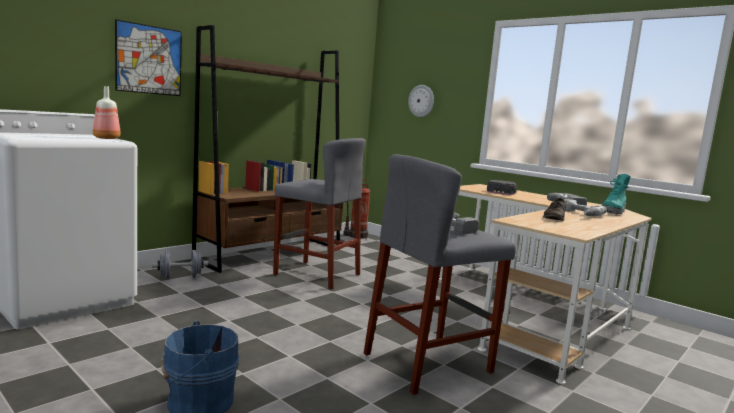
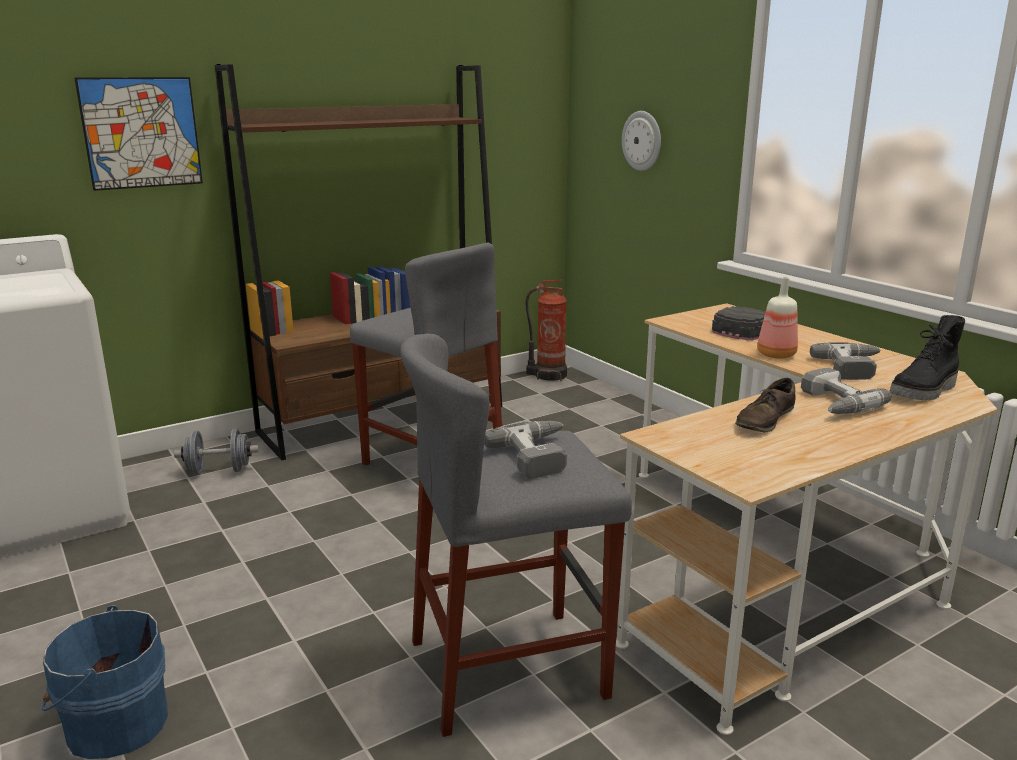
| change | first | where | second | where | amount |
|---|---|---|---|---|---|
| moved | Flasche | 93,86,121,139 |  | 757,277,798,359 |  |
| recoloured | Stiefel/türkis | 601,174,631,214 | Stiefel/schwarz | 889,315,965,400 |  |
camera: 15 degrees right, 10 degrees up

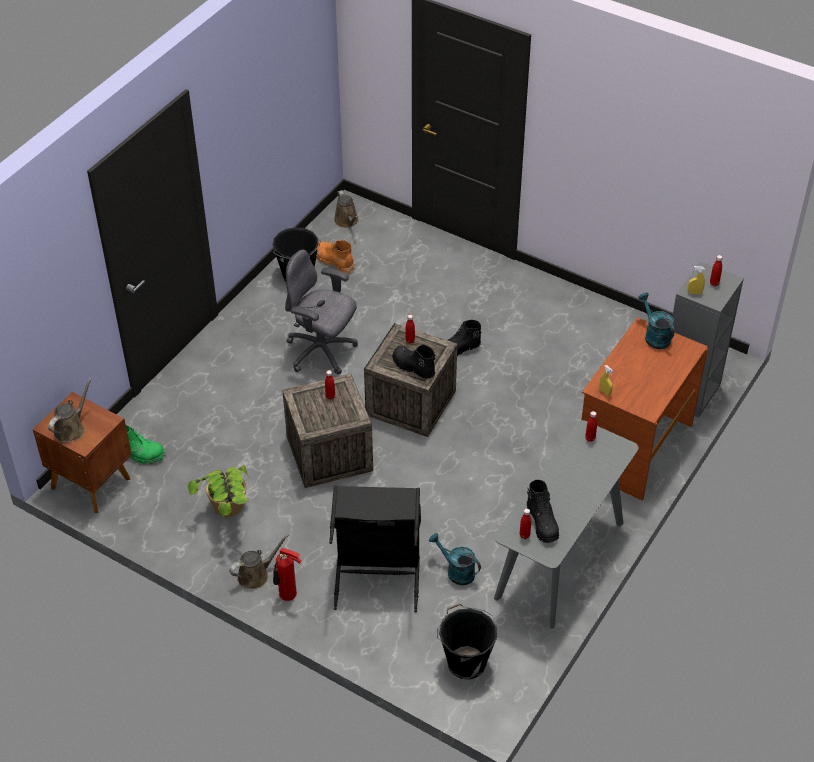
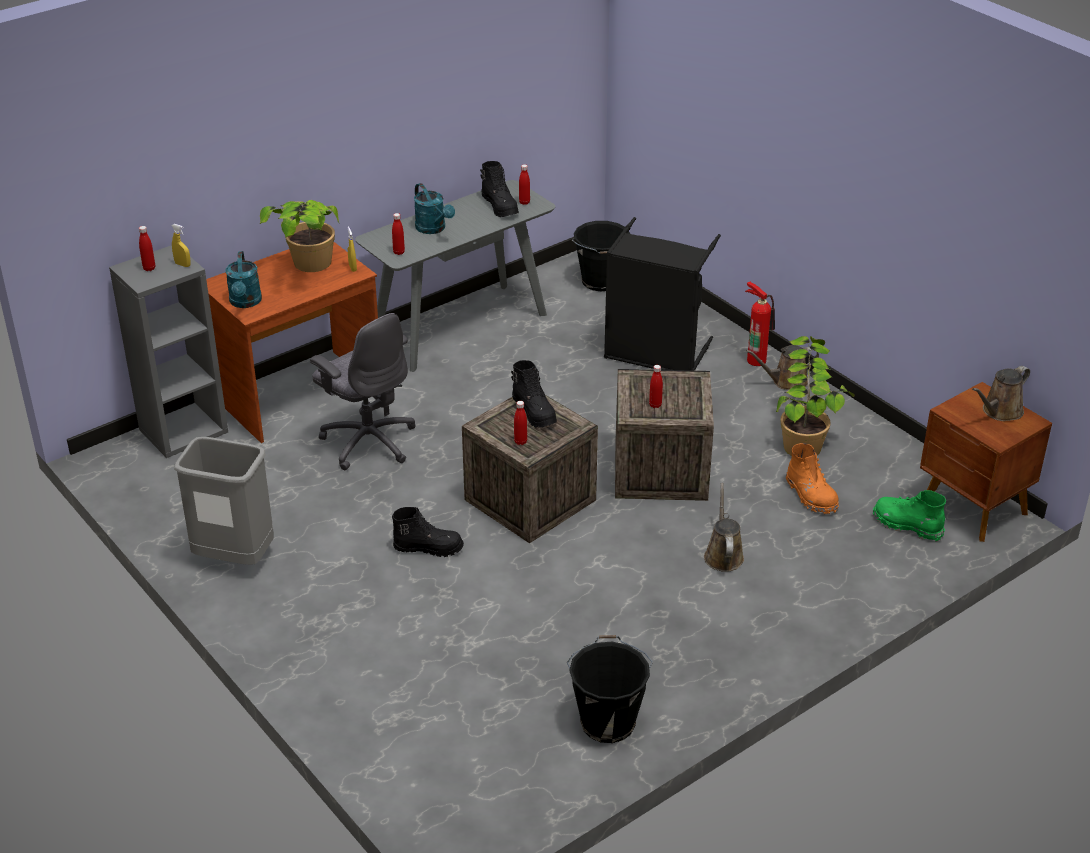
| change | first | where | second | where | amount |
|---|---|---|---|---|---|
| added |  |  | Mülleimer/grau | 174,437,274,565 |  |
| added |  |  | Topfpflanze | 260,200,339,272 |  |
| moved | Bürostuhl/grau | 285,250,358,375 |  | 310,313,416,470 |  |
| moved | Gießkanne/türkis | 429,533,481,585 |  | 414,183,455,234 |  |
| turned | Stiefel/schwarz | 527,480,559,543 |  | 480,161,519,217 | 150 degrees clockwise |
| moved | Gießkanne/braun | 334,190,359,228 |  | 704,483,744,572 |  |
| moved | Stiefel/orange | 316,240,354,274 |  | 786,443,839,515 |  |
camera: 160 degrees left, 10 degrees down

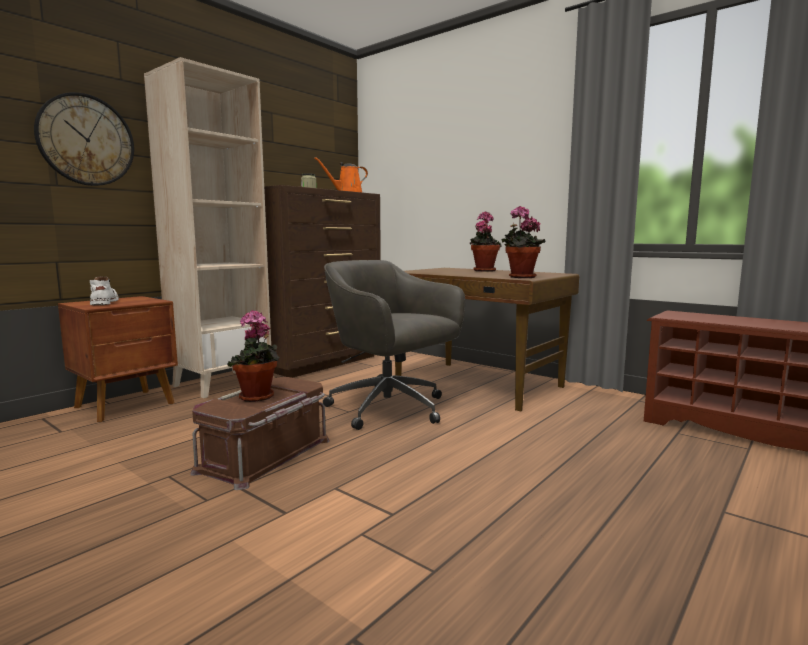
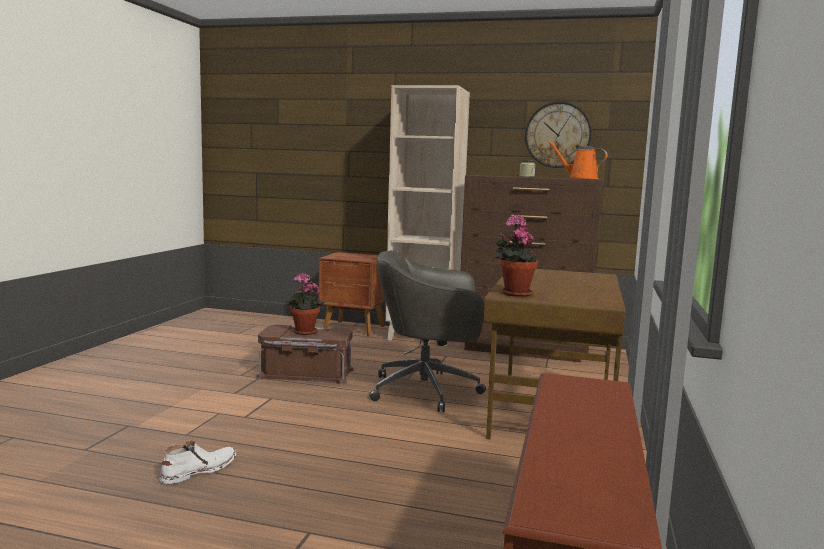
| change | first | where | second | where | amount |
|---|---|---|---|---|---|
| moved | Stiefel/weiß | 90,276,119,305 |  | 159,441,236,484 |  |
| turned | Bürostuhl/grau | 323,260,465,430 |  | 369,251,486,412 | 105 degrees counterclockwise |
| moved | Wanduhr | 34,92,134,186 |  | 525,102,592,168 |  |
| removed | Topfpflanze | 470,211,502,272 |  |  |  |
camera: 65 degrees right, 0 degrees up

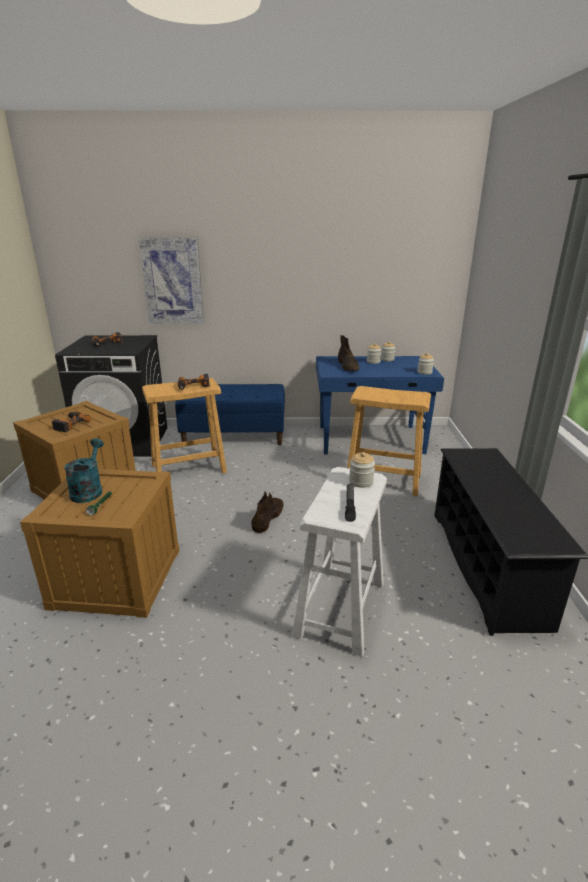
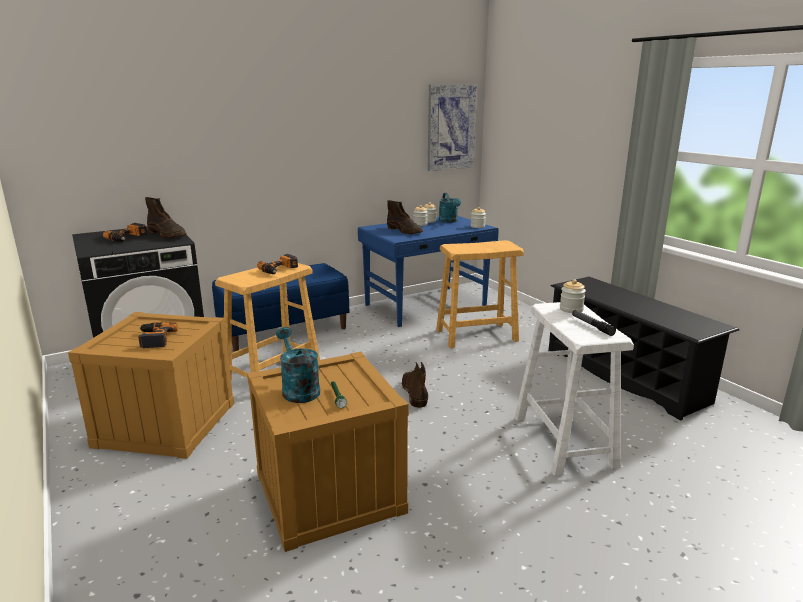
| change | first | where | second | where | amount |
|---|---|---|---|---|---|
| added |  |  | Stiefel/braun | 145,197,186,238 |  |
| moved | Bild | 139,237,204,324 |  | 428,84,477,171 |  |
| added |  |  | Gießkanne/türkis | 439,193,461,223 |  |
camera: 30 degrees left, 5 degrees down

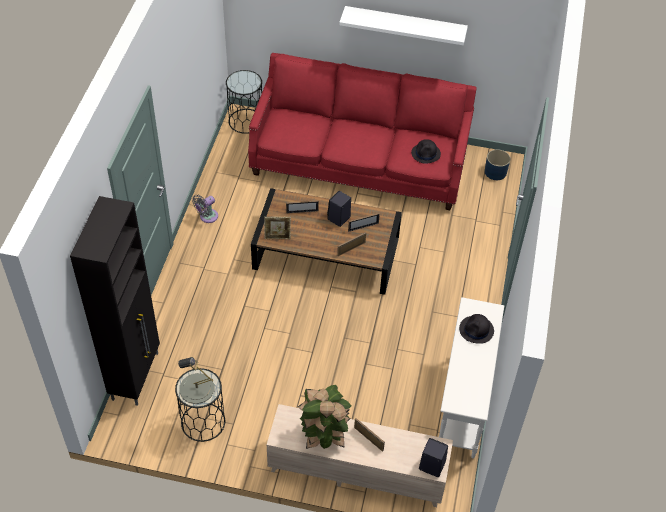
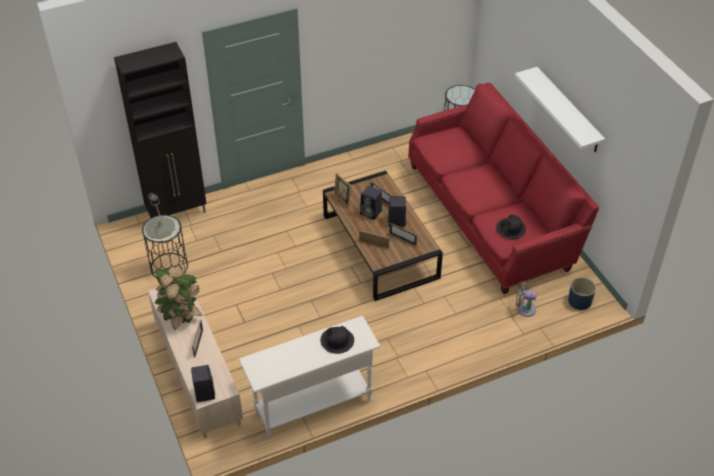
| change | first | where | second | where | amount |
|---|---|---|---|---|---|
| added |  |  | Lautsprecher/schwarz | 360,186,382,220 |  |
| moved | Ventilator/grau | 192,195,218,223 |  | 516,281,537,317 |  |
camera: 55 degrees right, 5 degrees down

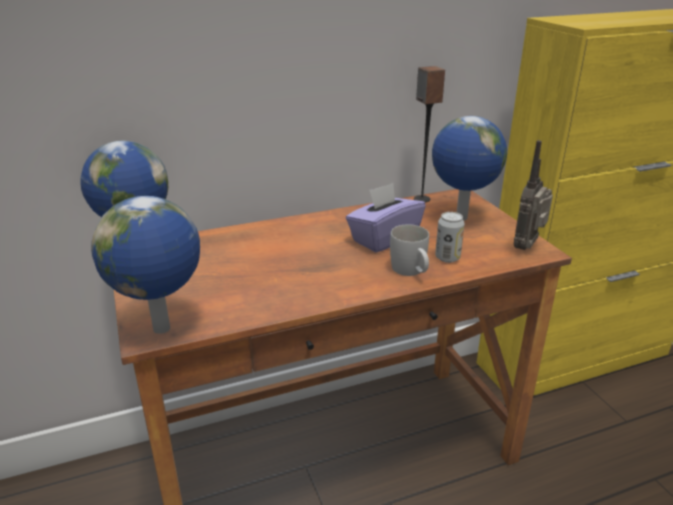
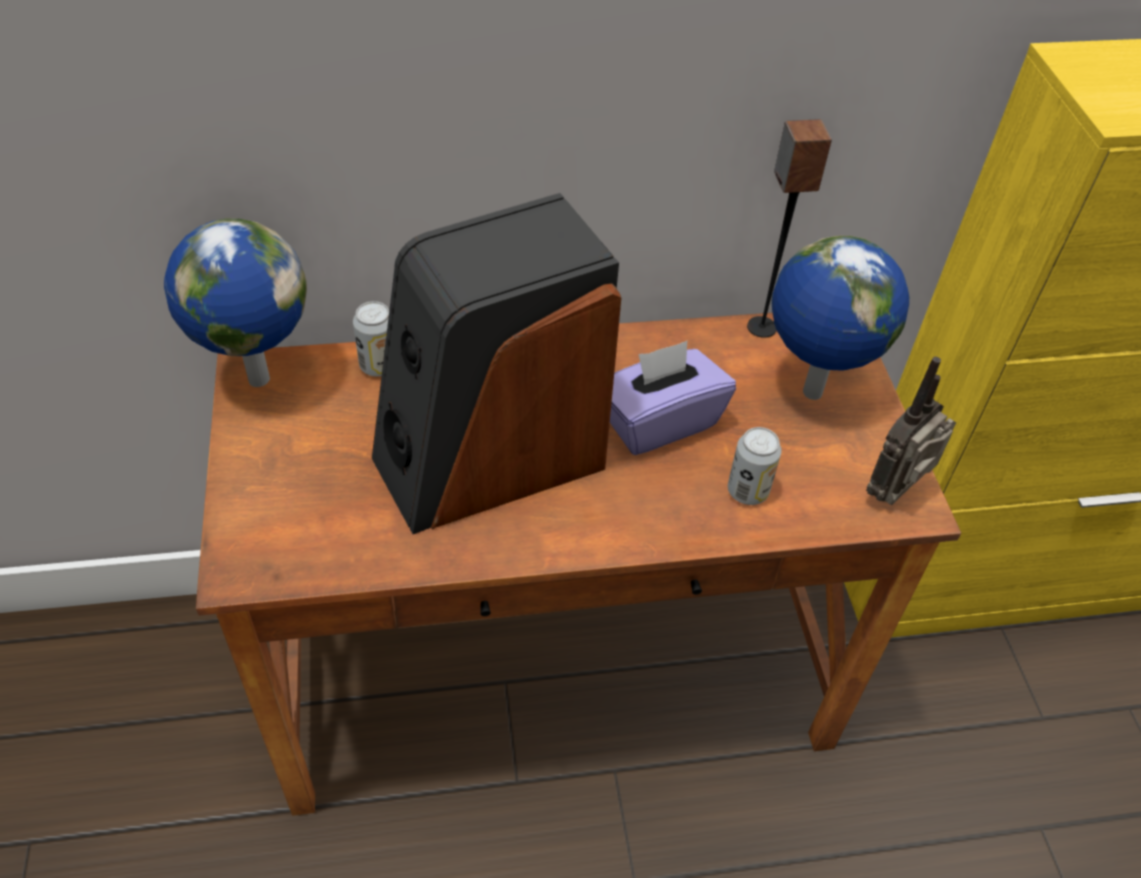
| change | first | where | second | where | amount |
|---|---|---|---|---|---|
| added |  |  | Dose | 353,301,389,377 |  |
| added |  |  | Lautsprecher | 372,193,621,534 |  |
| removed | Globus | 91,196,200,334 |  |  |  |
| removed | Henkelbecher/weiß | 390,224,429,276 |  |  |  |
camera: 10 degrees right, 20 degrees up

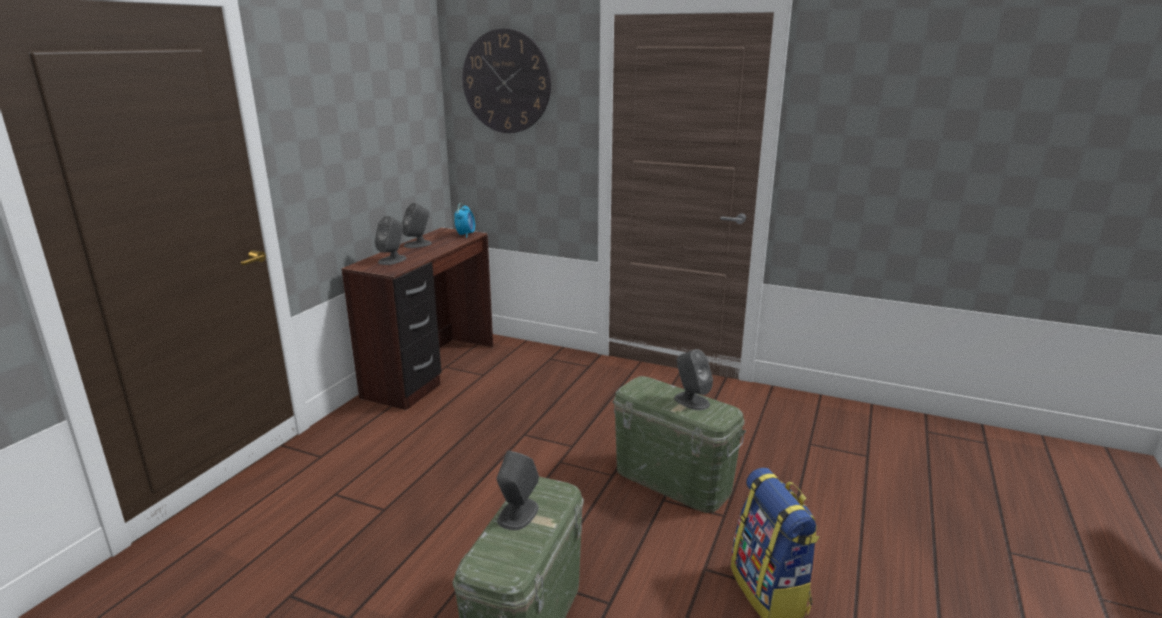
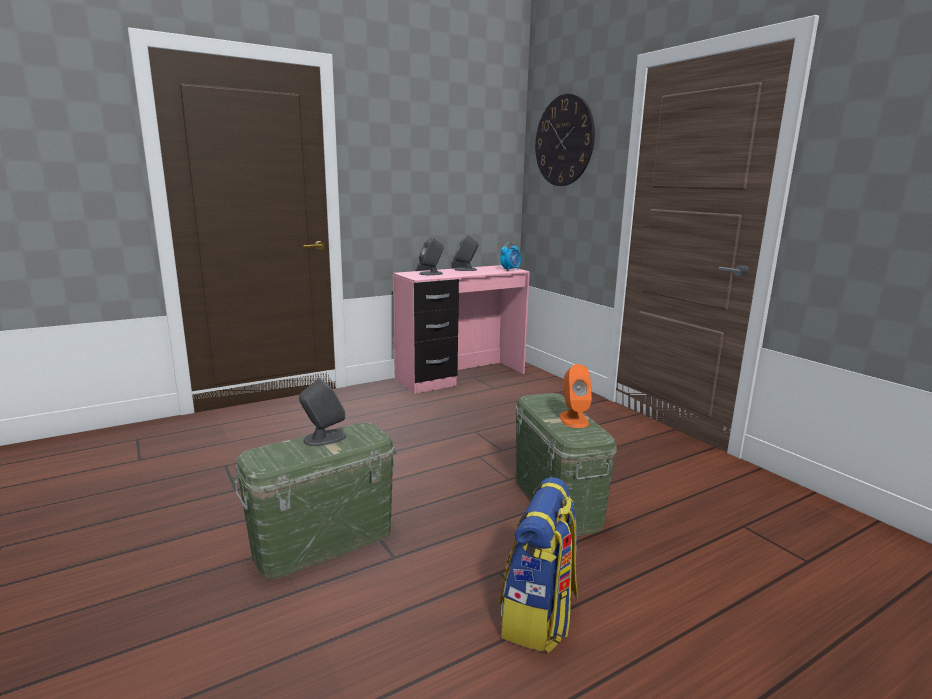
| change | first | where | second | where | amount |
|---|---|---|---|---|---|
| recoloured | Schreibtisch/braun | 342,227,493,410 | Schreibtisch/rosa | 393,265,530,394 |  |
| recoloured | Lautsprecher/grau | 674,349,713,410 | Lautsprecher/orange | 559,364,592,428 |  |
camera: 35 degrees right, 5 degrees down

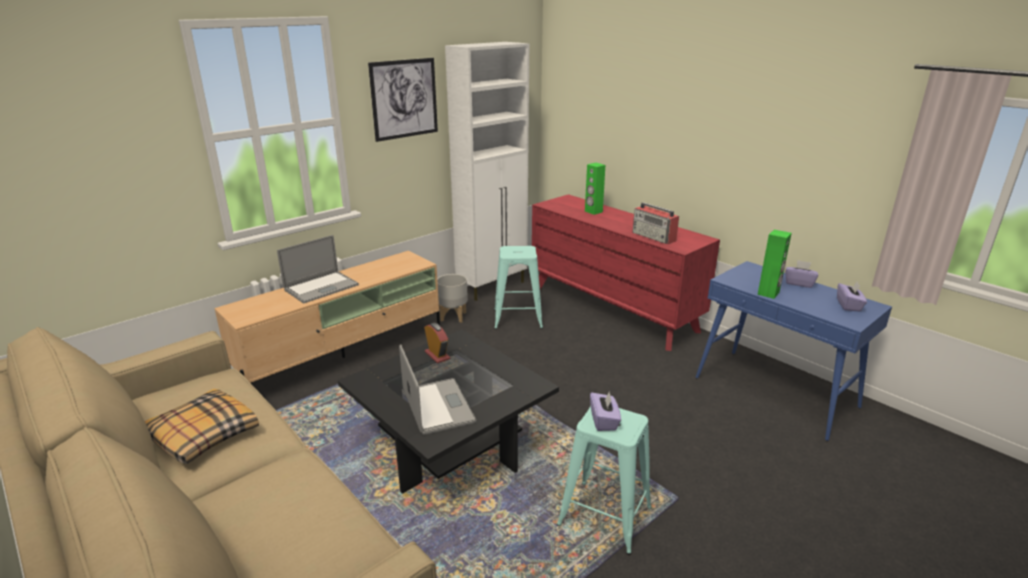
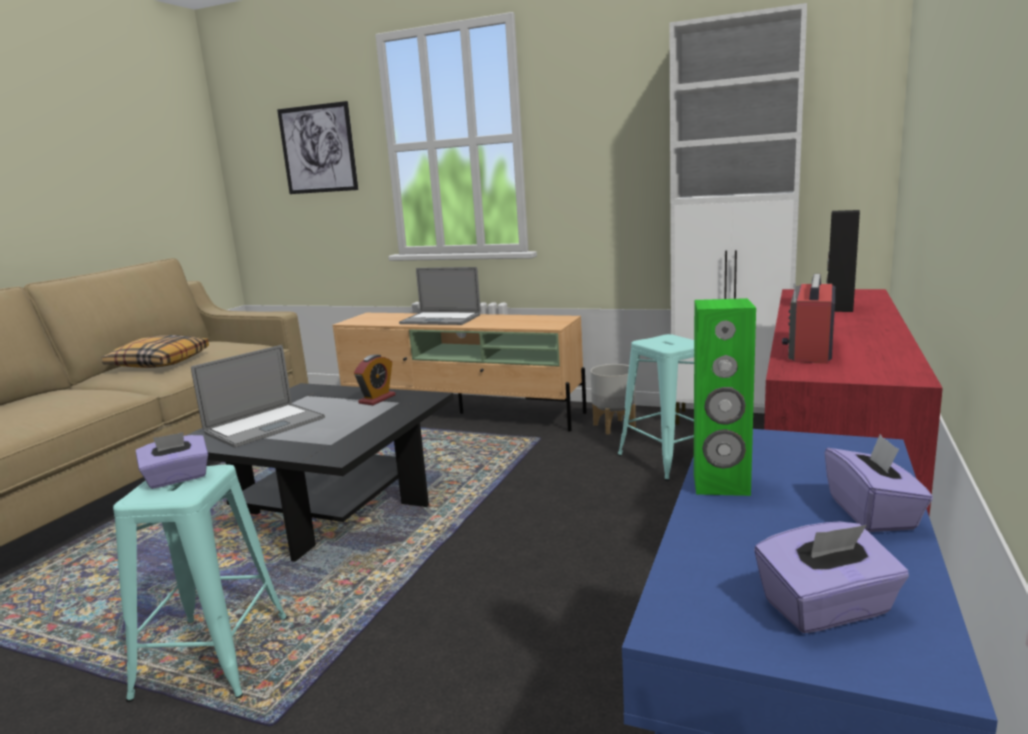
| change | first | where | second | where | amount |
|---|---|---|---|---|---|
| moved | Bild | 368,58,438,142 |  | 277,101,358,194 |  |
| recoloured | Lautsprecher/grün | 585,163,605,215 | Lautsprecher/schwarz | 826,210,860,312 |  |
camera: 65 degrees right, 10 degrees down

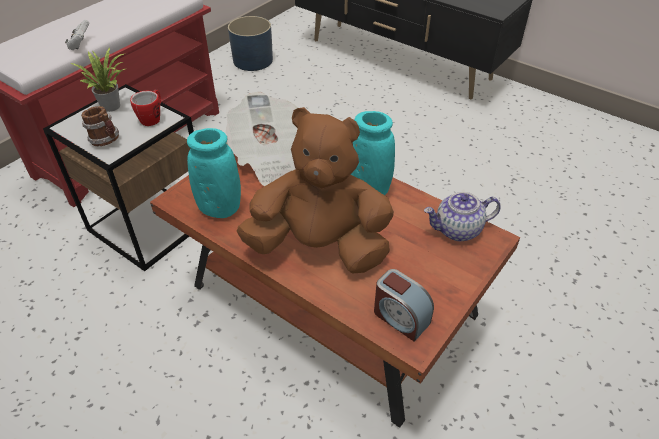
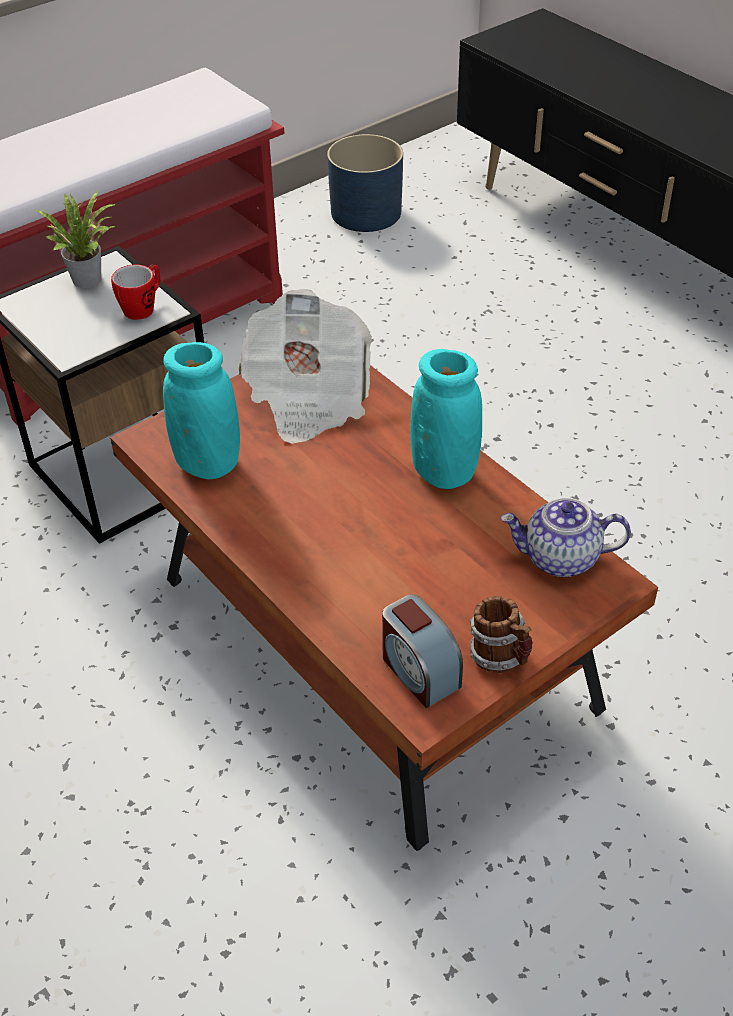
| change | first | where | second | where | amount |
|---|---|---|---|---|---|
| moved | Henkelbecher | 81,106,119,146 |  | 470,596,533,673 |  |
| removed | Gamepad/weiß | 65,20,89,50 |  |  |  |
| removed | Plüschtier/braun | 236,107,394,273 |  |  |  |
camera: 15 degrees right, 0 degrees up

